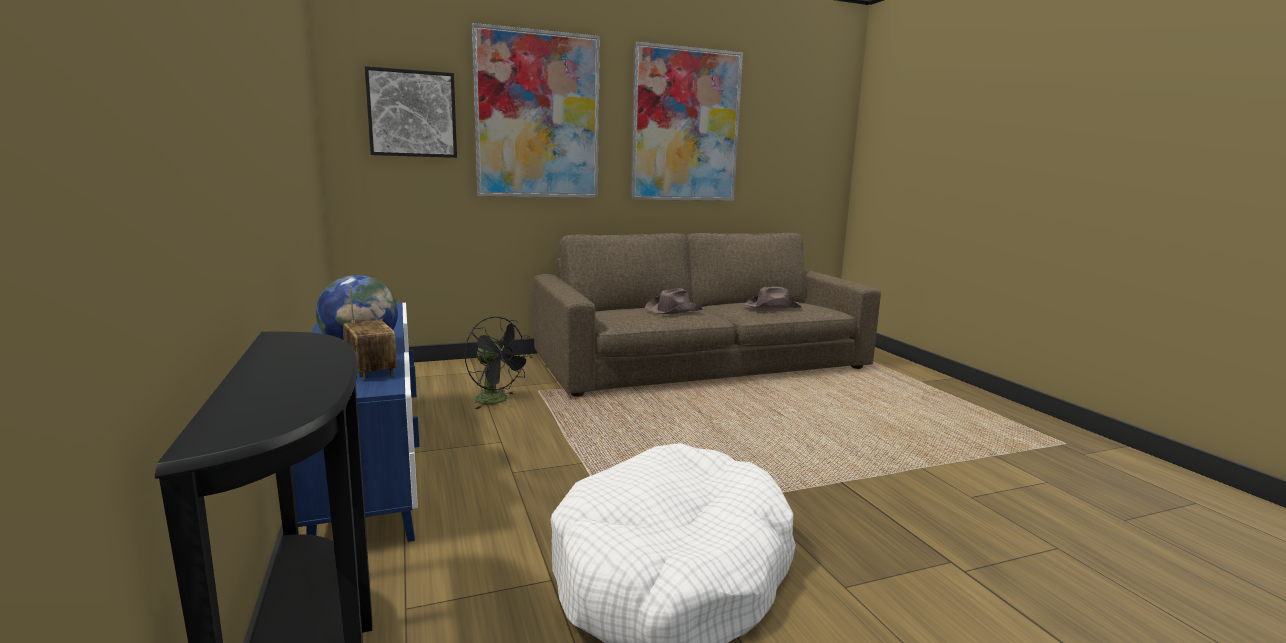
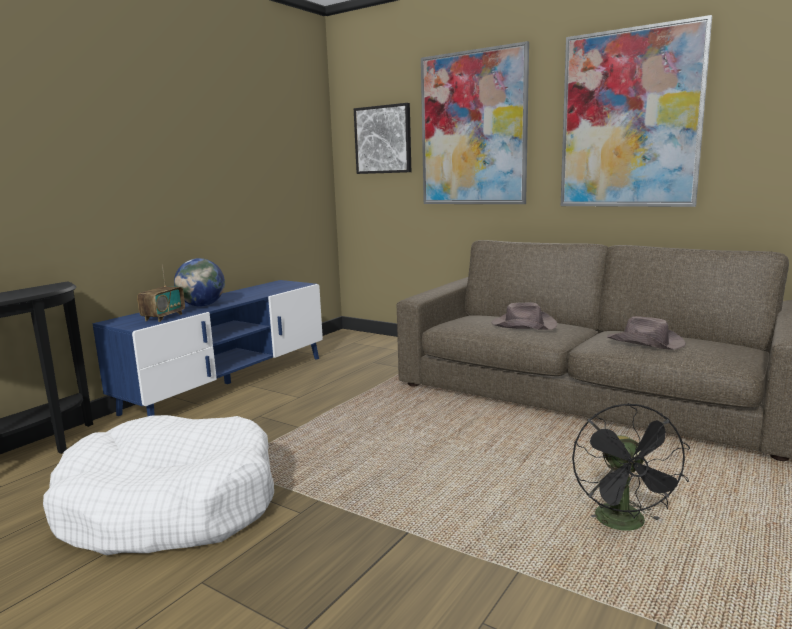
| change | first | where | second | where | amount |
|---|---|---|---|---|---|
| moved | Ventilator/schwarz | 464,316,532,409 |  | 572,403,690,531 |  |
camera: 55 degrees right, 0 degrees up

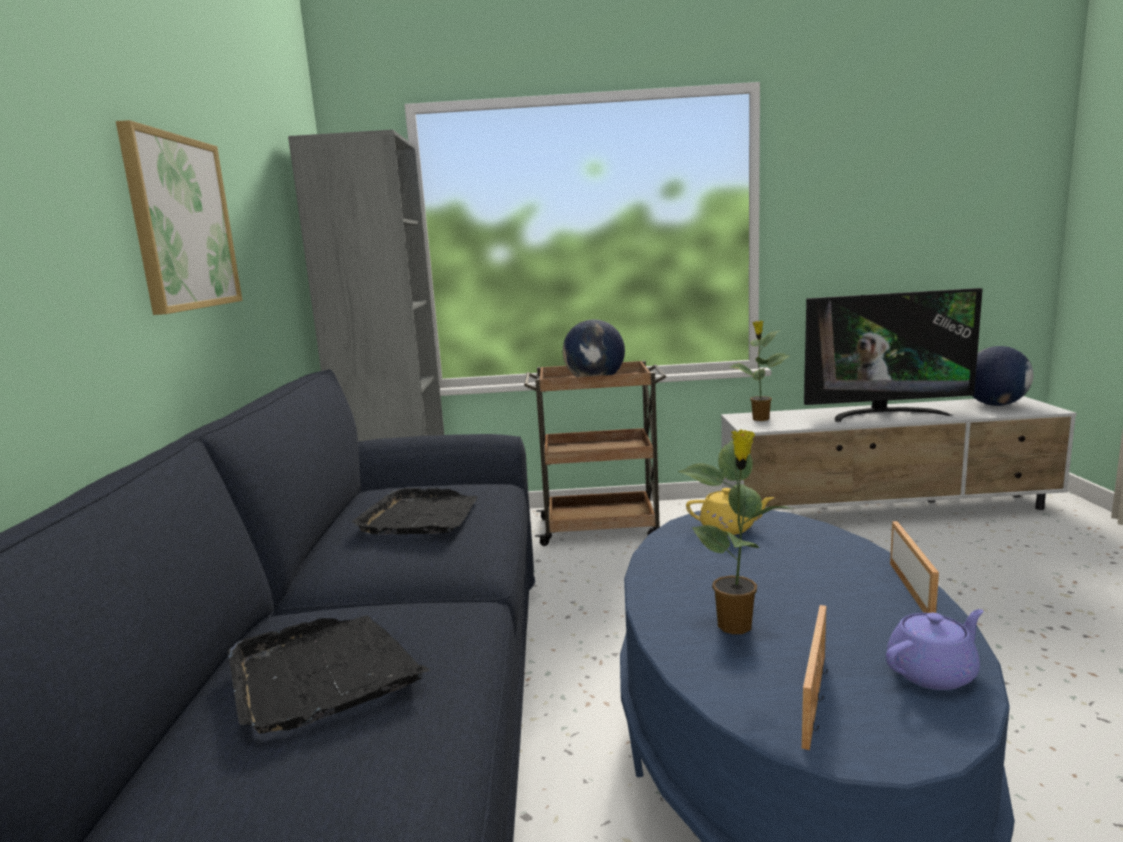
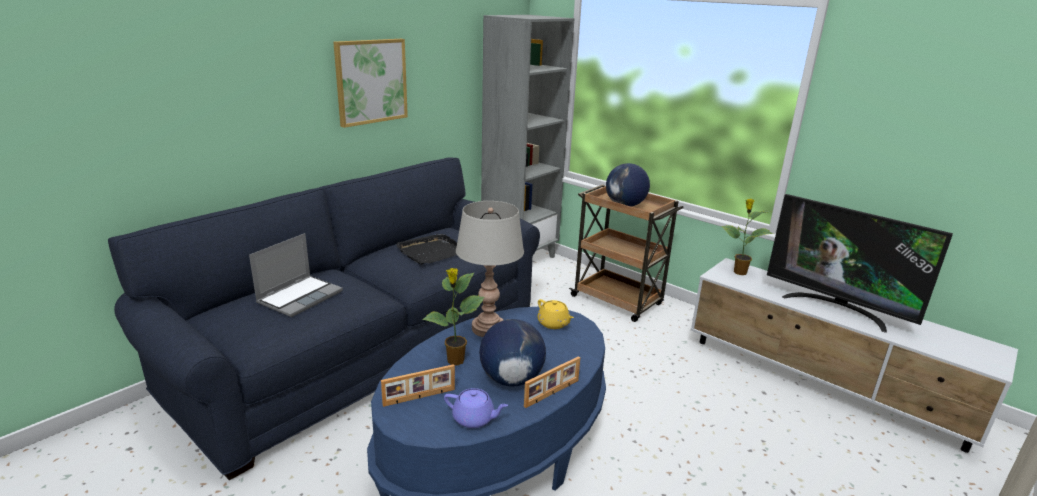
| change | first | where | second | where | amount |
|---|---|---|---|---|---|
| replaced | Tablett/schwarz | 228,615,430,734 | Laptop | 249,233,343,317 |  |
| added |  |  | Tischlampe/grau | 456,201,524,337 |  |
| moved | Globus | 973,346,1033,406 |  | 479,319,546,387 |  |
camera: 40 degrees right, 10 degrees up

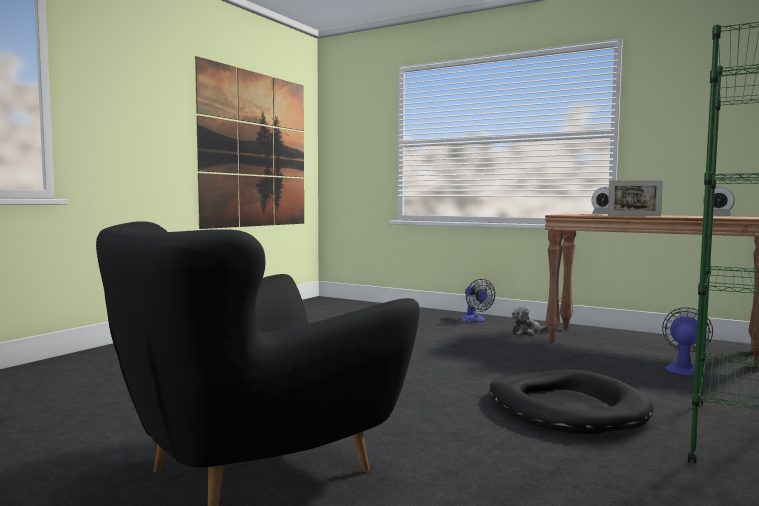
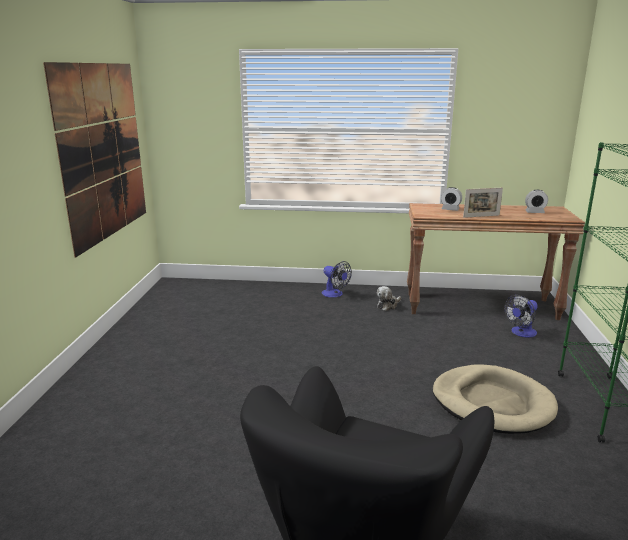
| change | first | where | second | where | amount |
|---|---|---|---|---|---|
| recoloured | Hundebett/schwarz | 489,369,654,434 | Hundebett/beige | 432,365,558,434 |  |
| turned | Ventilator | 662,308,713,376 |  | 504,295,538,338 | 135 degrees counterclockwise |
camera: 25 degrees left, 15 degrees up

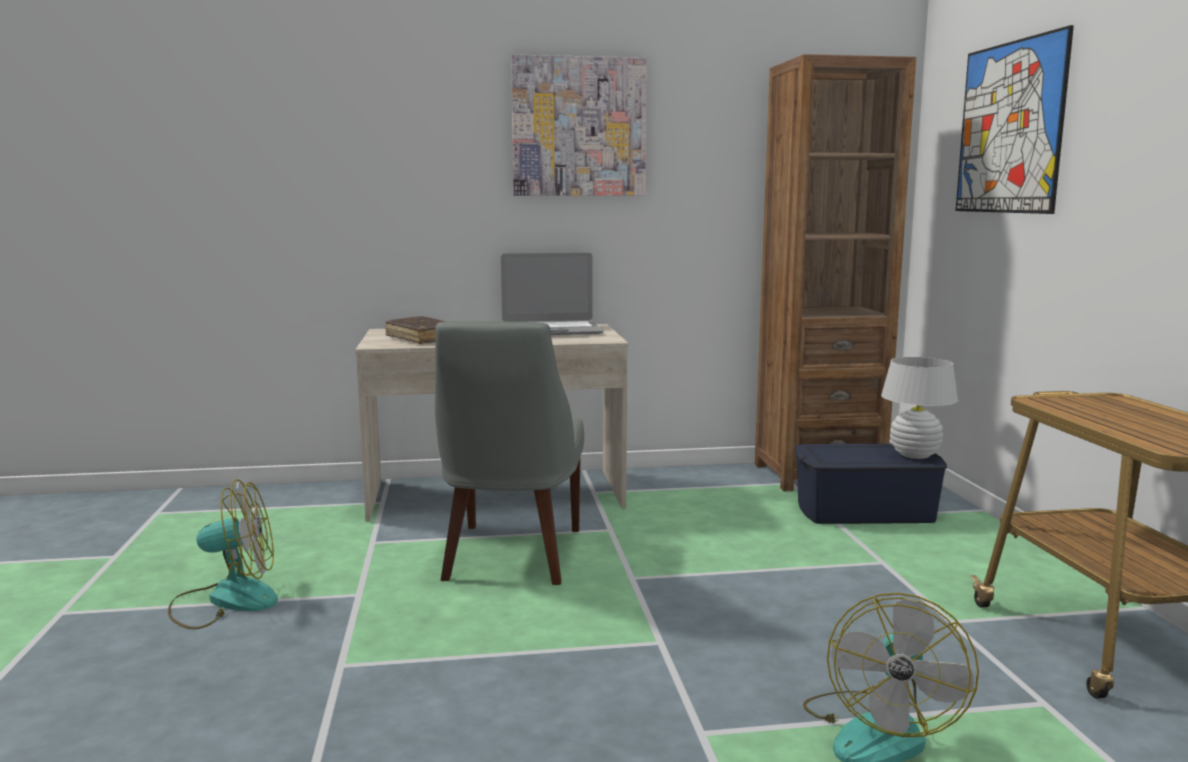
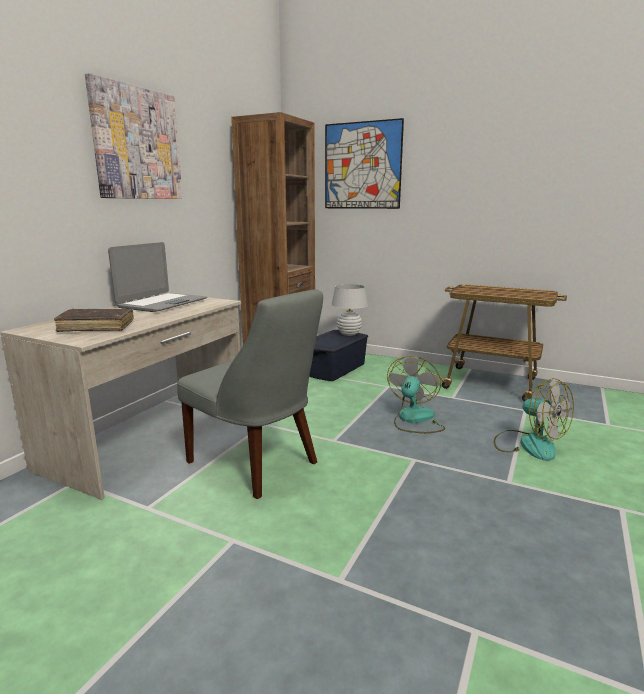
| change | first | where | second | where | amount |
|---|---|---|---|---|---|
| moved | Ventilator | 168,479,278,629 |  | 387,356,445,433 |  |
camera: 55 degrees left, 5 degrees up

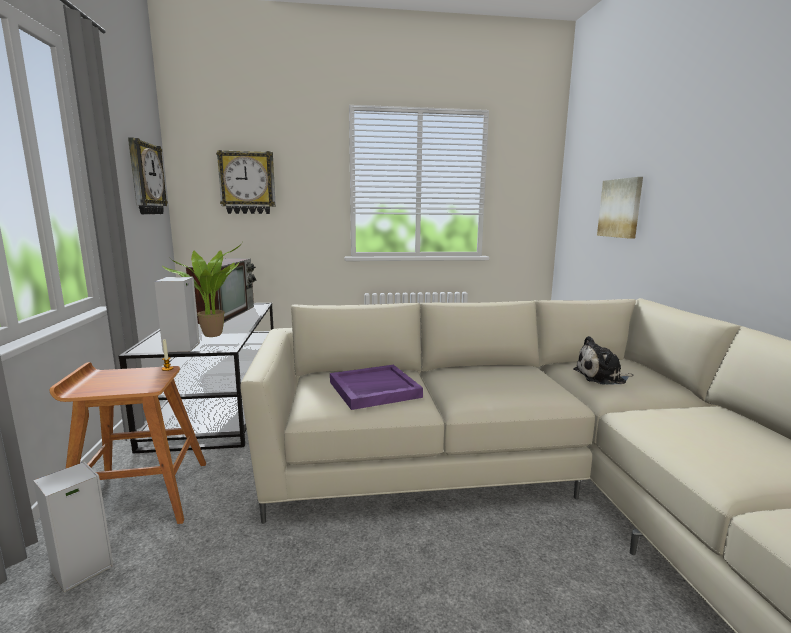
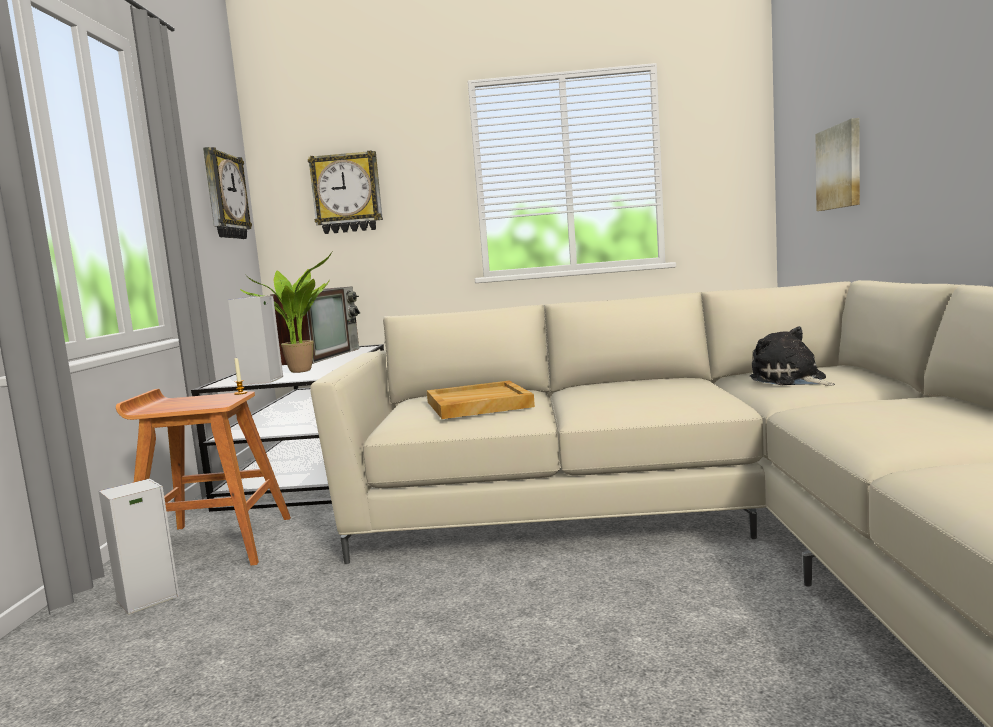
| change | first | where | second | where | amount |
|---|---|---|---|---|---|
| recoloured | Tablett/lila | 330,365,423,410 | Tablett/beige | 427,381,535,419 |  |
| turned | Plüschtier | 574,336,634,385 |  | 750,326,835,386 | 60 degrees clockwise |
camera: 10 degrees right, 5 degrees down

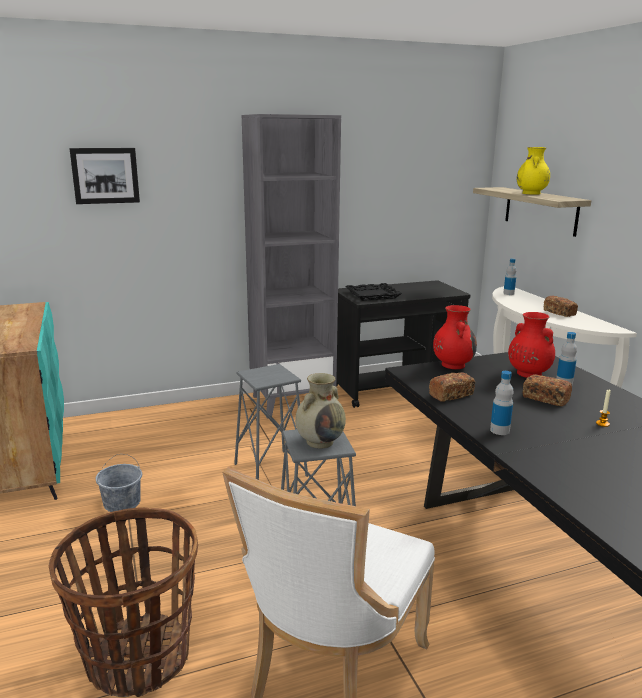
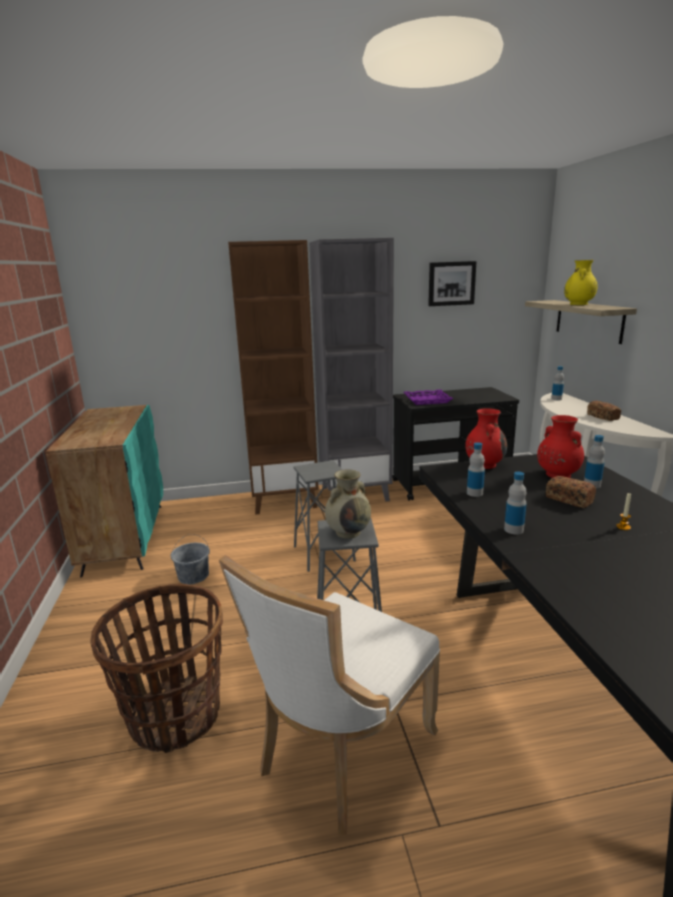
| change | first | where | second | where | amount |
|---|---|---|---|---|---|
| added |  |  | Bücherregal/braun | 228,240,319,515 |  |
| recoloured | Tablett/schwarz | 346,283,402,301 | Tablett/lila | 403,389,453,405 |  |
| moved | Bild | 69,148,140,204 |  | 428,261,477,306 |  |
| replaced | Brot | 429,372,475,402 | Flasche | 467,442,485,497 |  |
camera: 10 degrees right, 0 degrees up

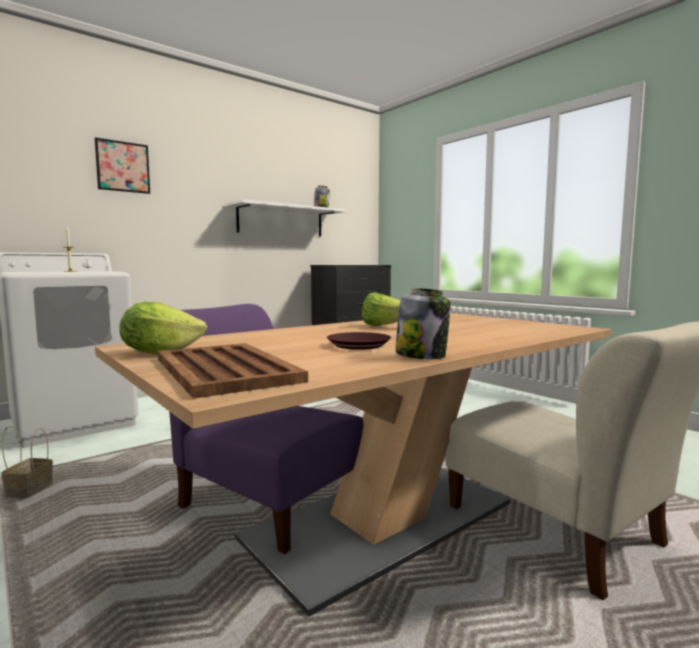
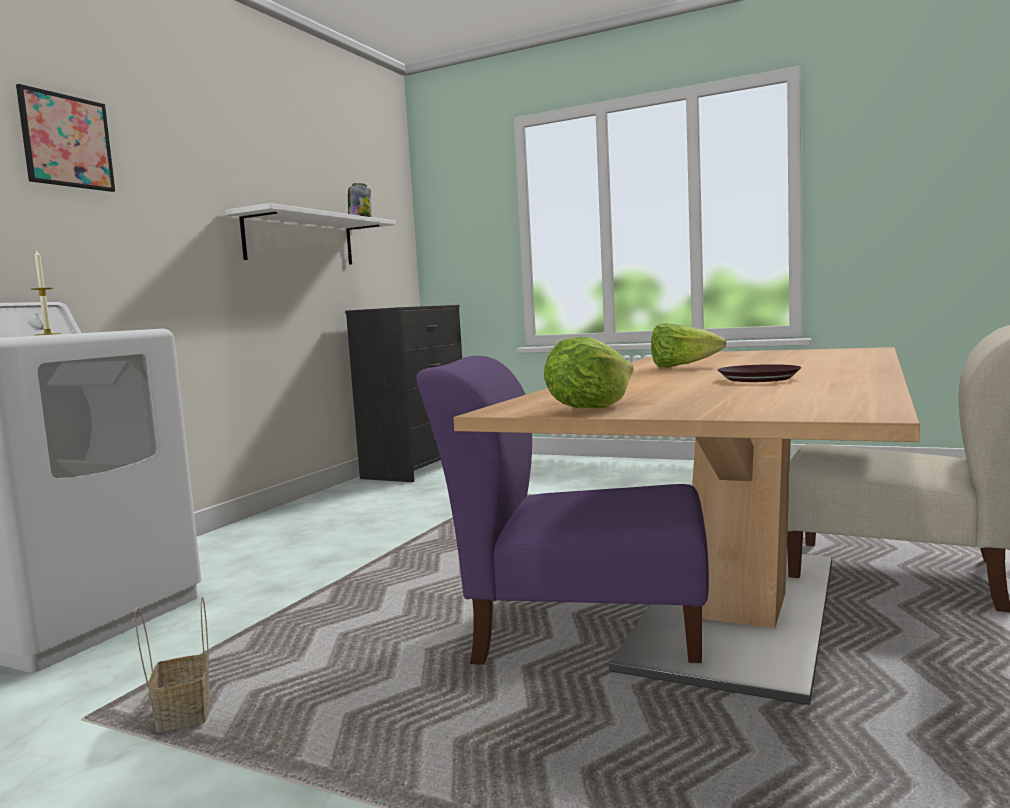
| change | first | where | second | where | amount |
|---|---|---|---|---|---|
| removed | Tablett/braun | 158,343,308,399 |  |  |  |
| removed | Vorratsglas | 395,288,451,359 |  |  |  |
camera: 25 degrees left, 0 degrees up

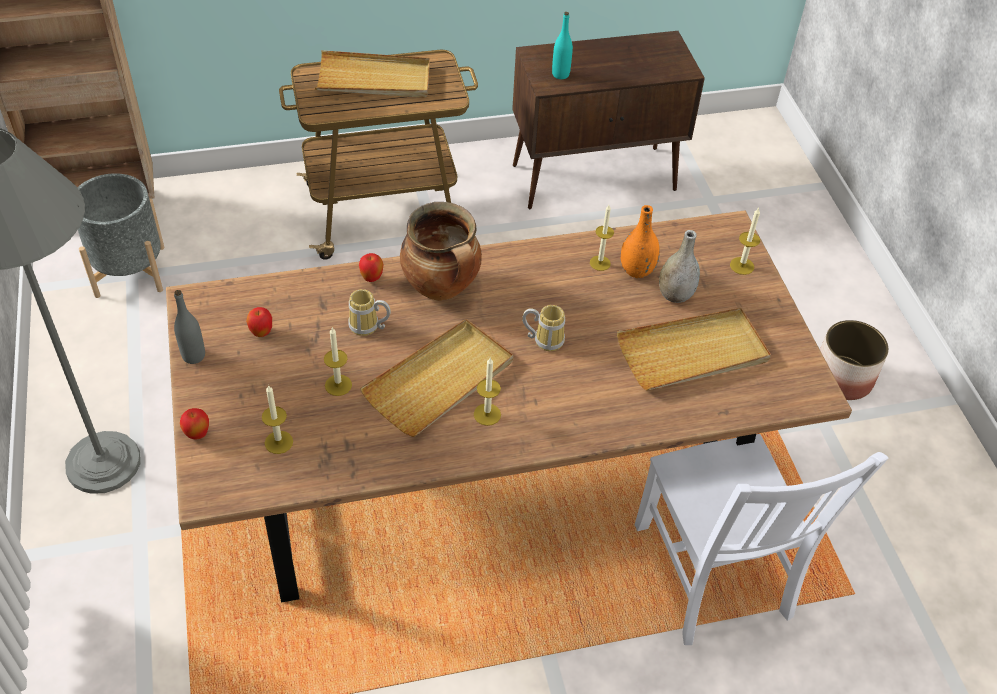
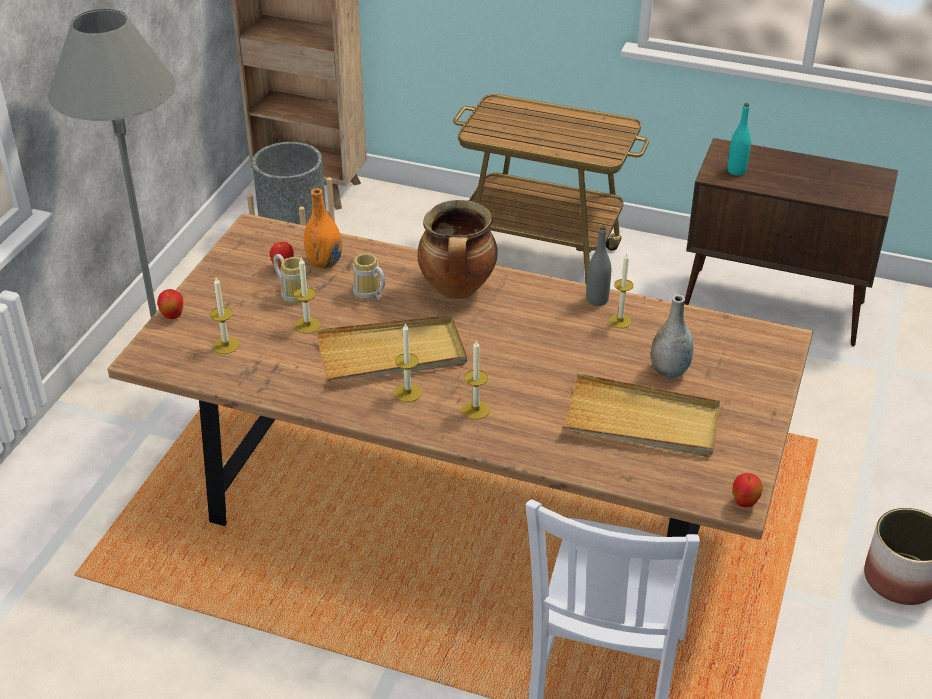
| change | first | where | second | where | amount |
|---|---|---|---|---|---|
| moved | Henkelbecher | 522,305,565,351 |  | 273,254,309,304 |  |
| moved | Vase/orange | 621,205,660,278 |  | 304,188,342,268 |  |
| moved | Kerze | 730,208,760,275 |  | 462,339,490,420 |  |
| moved | Flasche/grau | 174,290,205,364 |  | 586,225,611,306 |  |
| moved | Apfel | 359,253,383,282 |  | 732,473,763,507 |  |
| removed | Tablett/beige | 315,50,430,98 |  |  |  |
camera: 35 degrees right, 10 degrees down

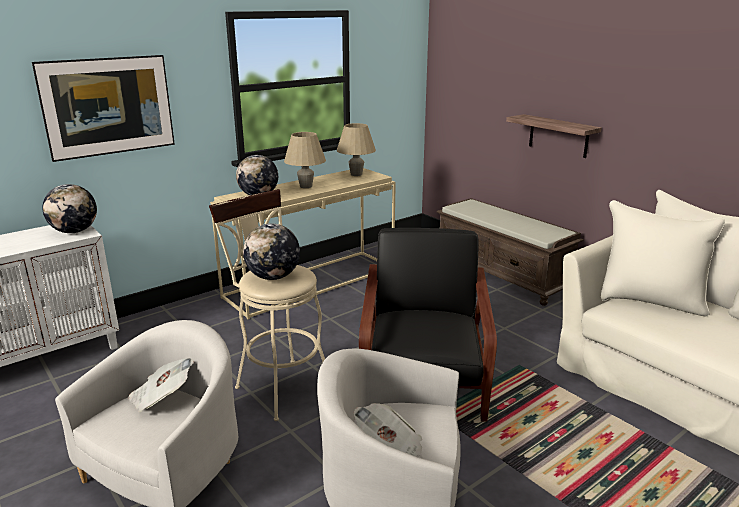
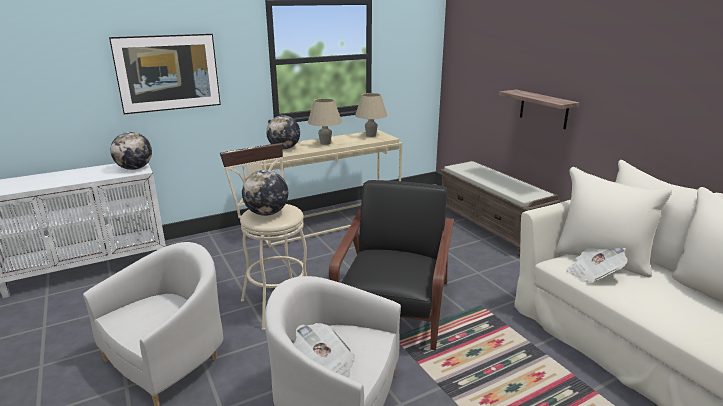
| change | first | where | second | where | amount |
|---|---|---|---|---|---|
| moved | Zeitung | 128,358,194,413 |  | 566,248,628,282 |  |
camera: 10 degrees right, 0 degrees up

